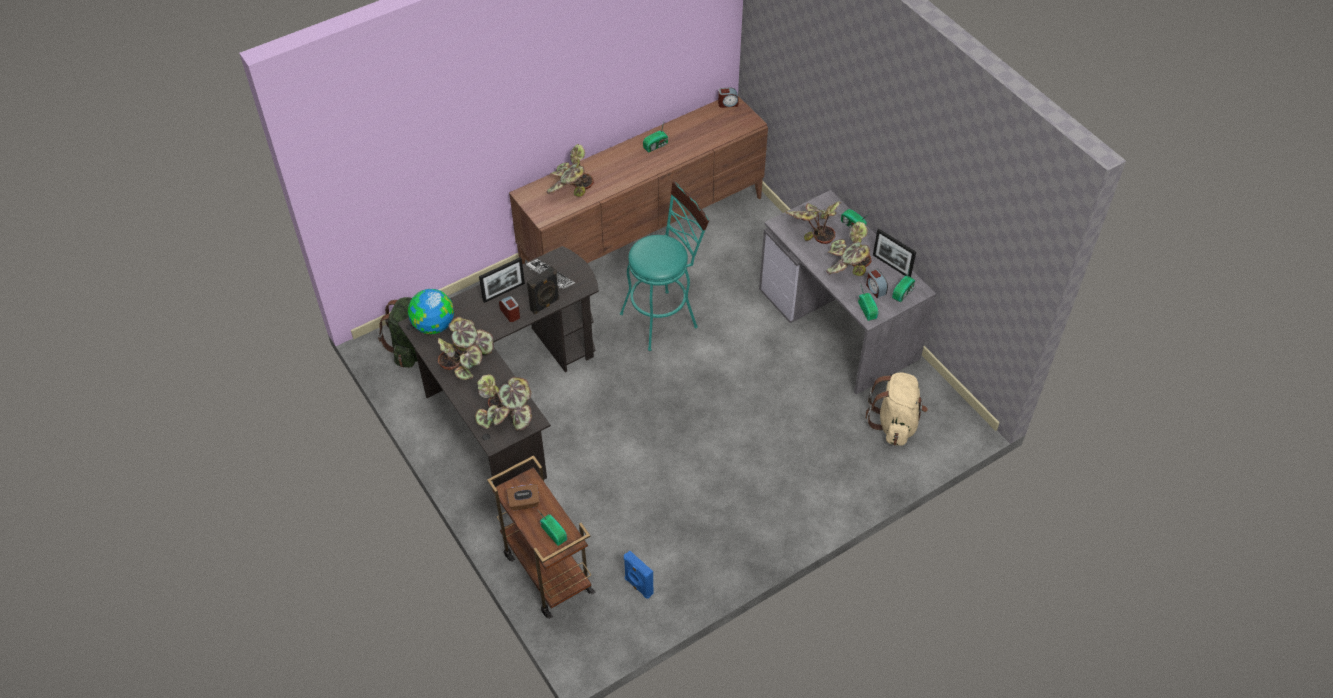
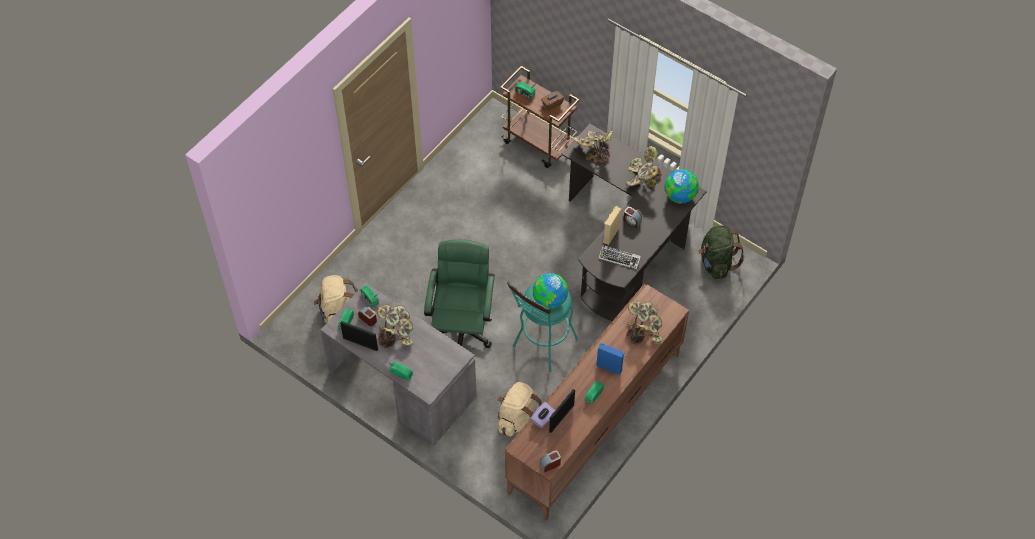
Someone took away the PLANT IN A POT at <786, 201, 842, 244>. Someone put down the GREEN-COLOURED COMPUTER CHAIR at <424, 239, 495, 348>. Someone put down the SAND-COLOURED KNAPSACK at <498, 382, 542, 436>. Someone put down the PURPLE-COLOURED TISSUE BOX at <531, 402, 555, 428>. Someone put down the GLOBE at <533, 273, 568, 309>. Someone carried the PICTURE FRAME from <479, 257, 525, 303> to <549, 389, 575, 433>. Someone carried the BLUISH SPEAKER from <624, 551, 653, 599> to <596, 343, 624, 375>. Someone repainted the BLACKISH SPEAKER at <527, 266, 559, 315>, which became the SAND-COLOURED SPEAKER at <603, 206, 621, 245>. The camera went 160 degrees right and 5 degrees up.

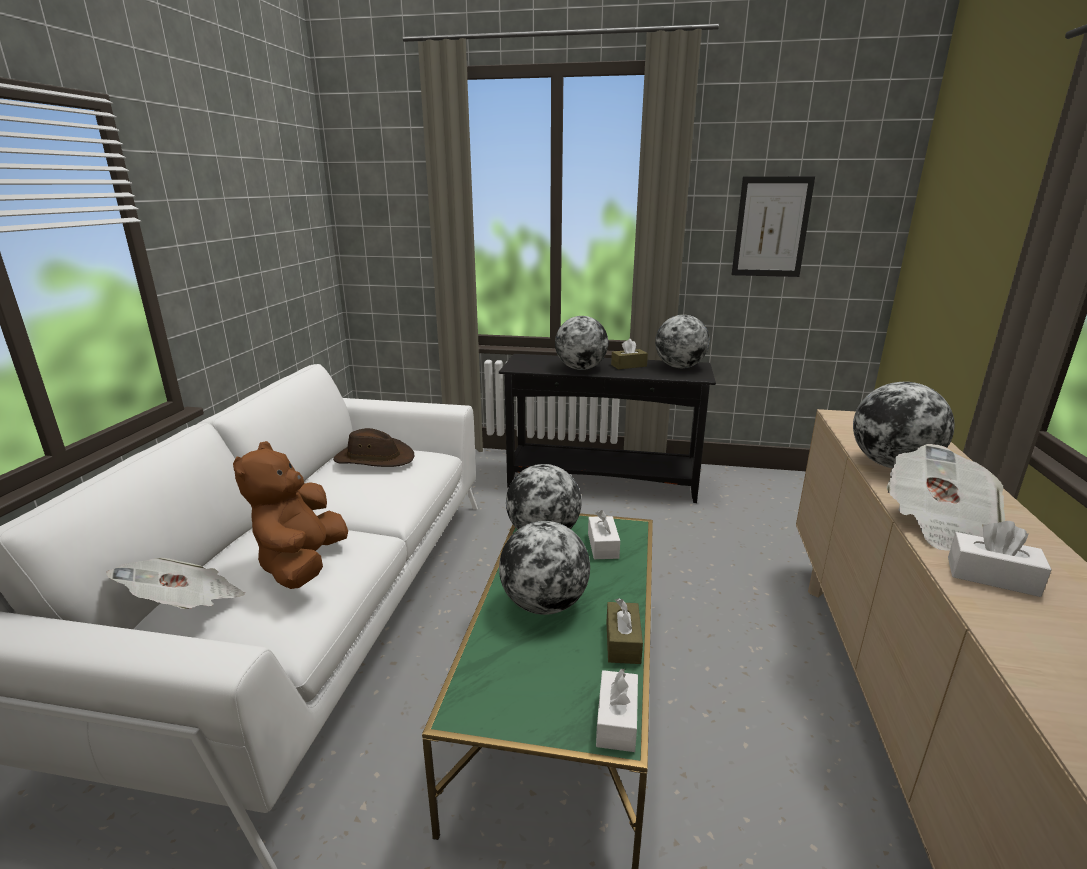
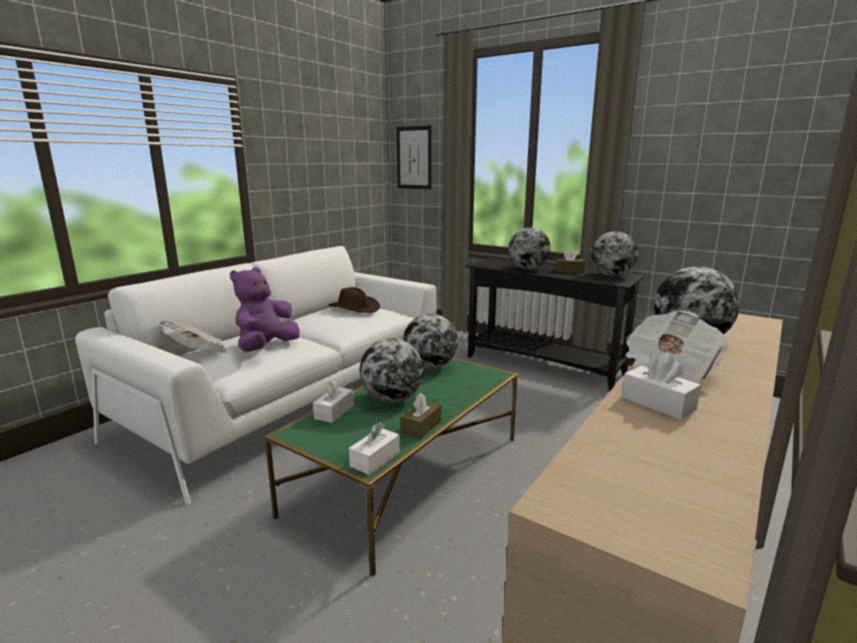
Someone carried the WHITE TISSUE BOX from <588, 510, 620, 559> to <313, 379, 354, 423>. Someone carried the WALL PICTURE from <732, 176, 815, 277> to <397, 125, 432, 189>. Someone repainted the BROWN PLUSH TOY at <233, 441, 348, 589>, which became the PURPLE-COLOURED PLUSH TOY at <230, 267, 300, 352>. The camera went 25 degrees right and 5 degrees down.

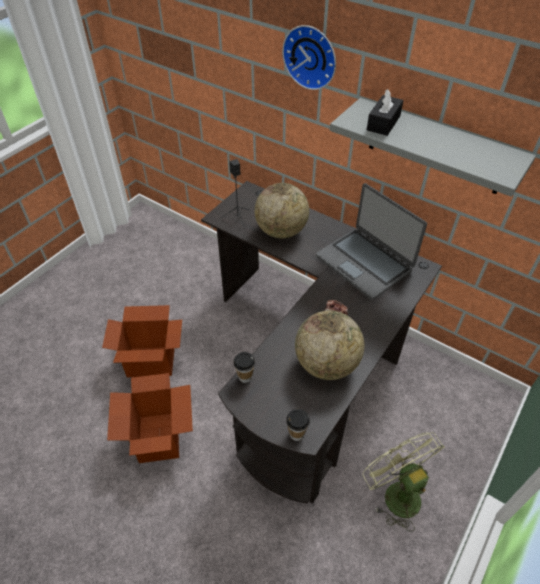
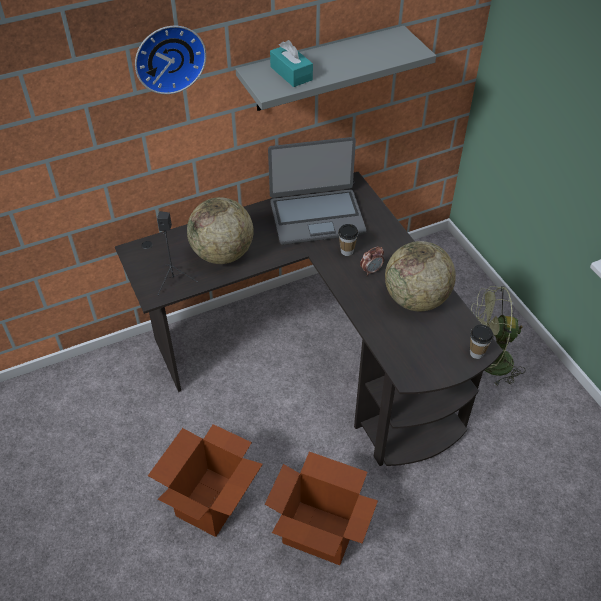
Someone carried the DRINKING CUP from <233, 352, 255, 383> to <338, 224, 359, 256>. Someone repainted the BLACKISH TISSUE BOX at <367, 89, 404, 136>, which became the BLUE-GREEN TISSUE BOX at <270, 40, 313, 87>. The camera went 60 degrees left and 0 degrees up.

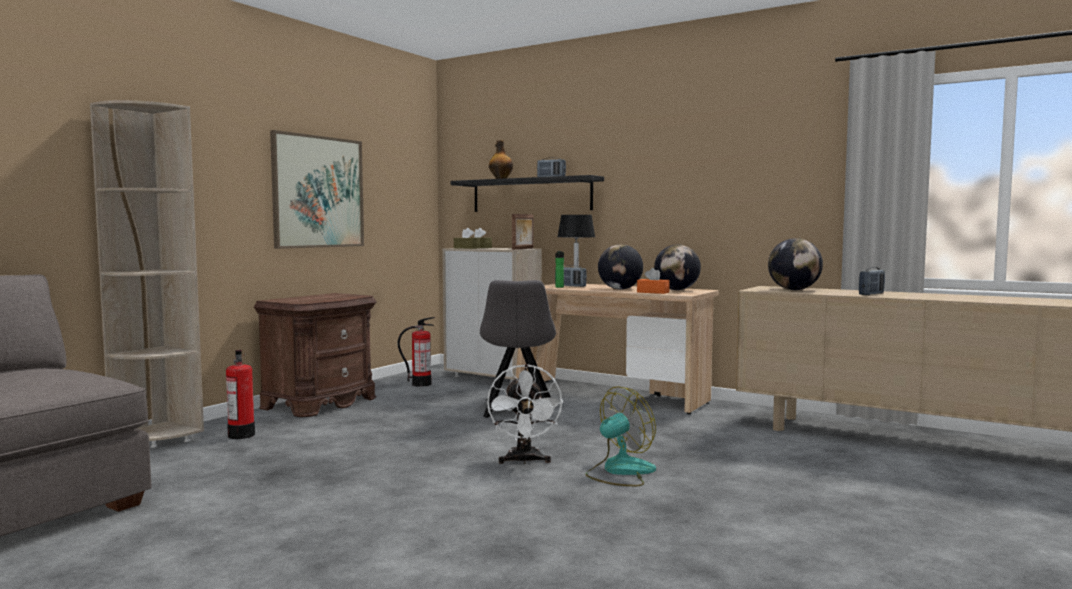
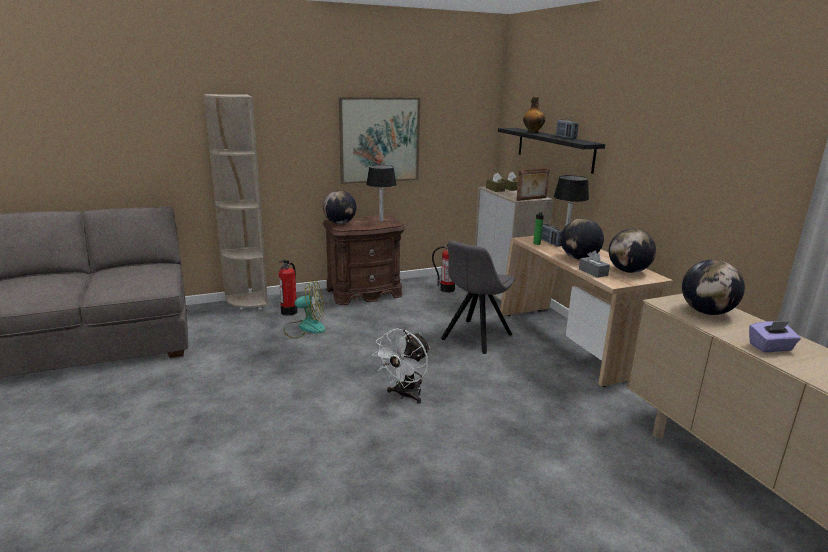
Someone put down the GLOBE at <323, 190, 357, 224>. Someone put down the BLACKISH LAMP FOR A TABLE at <366, 165, 397, 221>. Someone carried the FAN from <586, 386, 656, 486> to <284, 280, 325, 339>. Someone swapped the RADIO RECEIVER at <859, 267, 885, 295> for the PURPLE-COLOURED TISSUE BOX at <749, 321, 801, 352>. Someone repainted the ORANGE-COLOURED TISSUE BOX at <637, 268, 670, 294>, which became the GREY TISSUE BOX at <579, 251, 610, 278>. The camera went 35 degrees right and 15 degrees up.

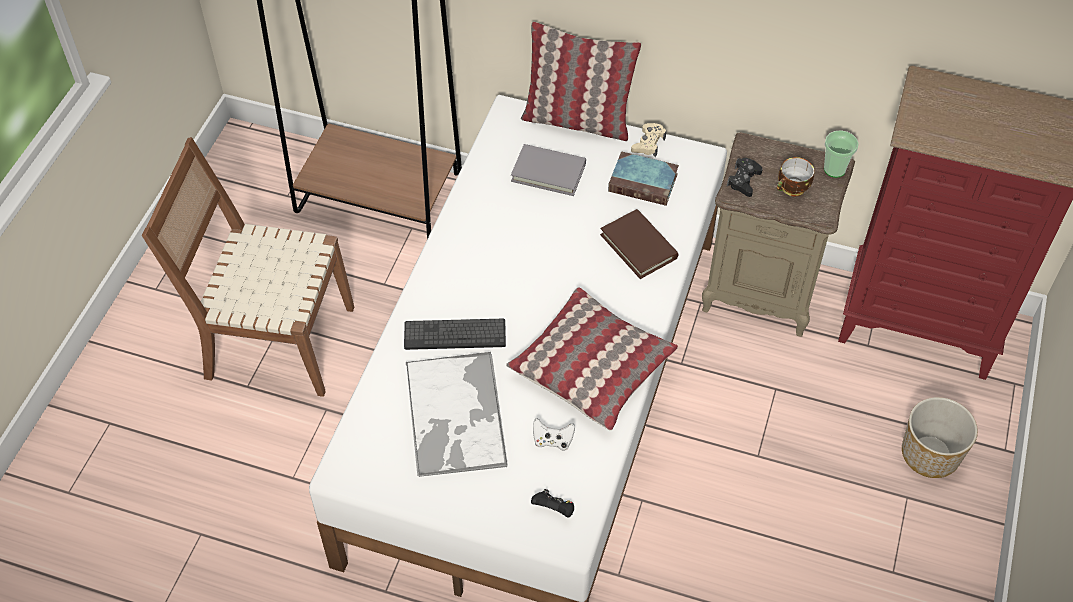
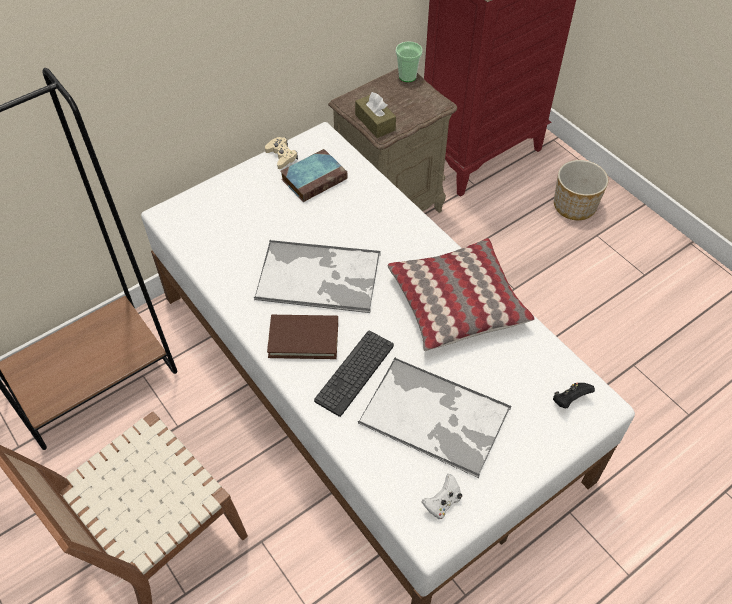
Someone took away the GREY VOLUME at <511, 144, 586, 196>. Someone took away the CUSHION at <521, 22, 641, 141>. Someone took away the DRINKING CUP at <777, 157, 814, 196>. Someone put down the SERVING TRAY at <254, 240, 381, 313>. Someone carried the WHITE GAME CONTROLLER from <533, 418, 575, 451> to <422, 474, 462, 519>. Someone carried the BROWN VOLUME from <600, 209, 679, 279> to <267, 315, 338, 359>. Someone swapped the BLACKISH GAME CONTROLLER at <727, 158, 763, 197> for the BROWN TISSUE BOX at <355, 92, 396, 138>. The camera went 55 degrees left and 0 degrees up.

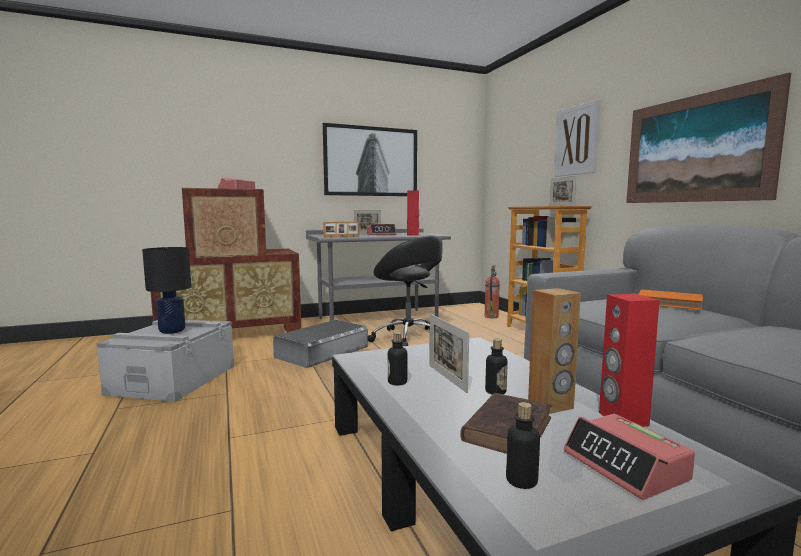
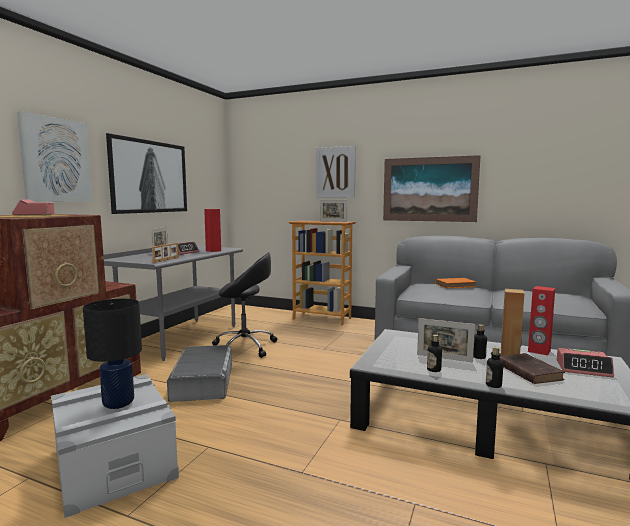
Someone took away the FIRE EXTINGUISHER at <485, 265, 500, 318>. Someone put up the WALL PICTURE at <17, 111, 93, 202>. Someone carried the BOTTLE from <506, 402, 540, 489> to <486, 347, 503, 388>. The camera went 45 degrees left and 0 degrees up.

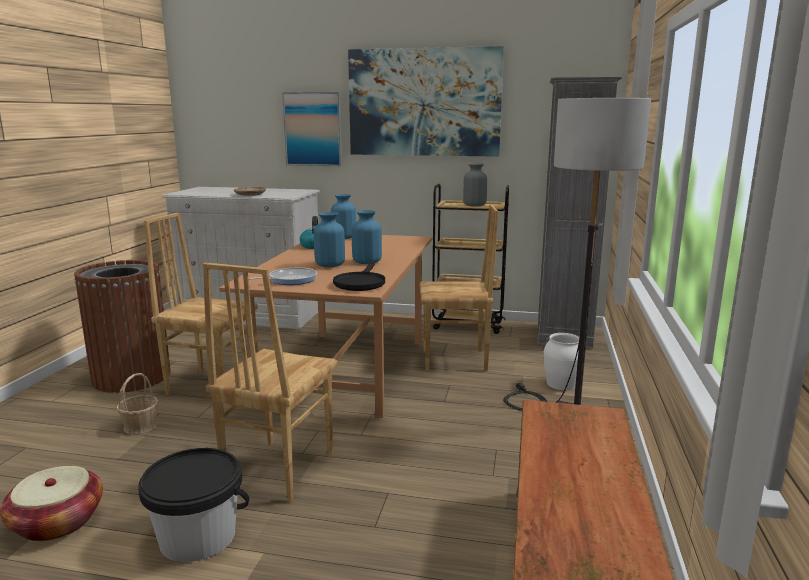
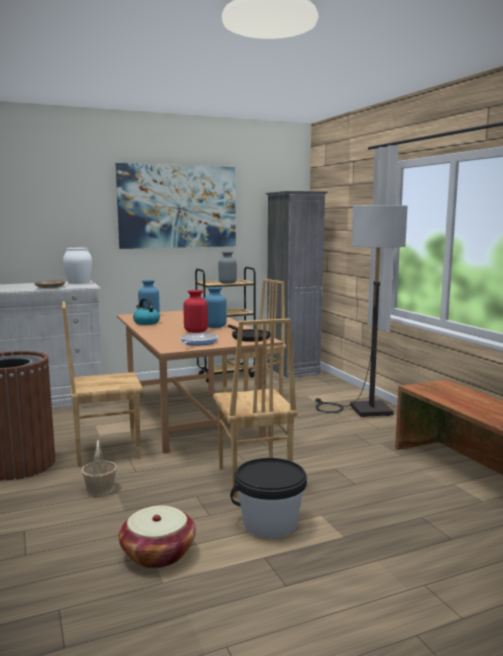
Someone took away the WALL PICTURE at <282, 92, 342, 166>. Someone carried the WHITE FLOWER VASE from <543, 333, 580, 390> to <63, 248, 92, 284>. Someone repainted the BLUISH FLOWER VASE at <314, 212, 345, 267>, which became the REDDISH FLOWER VASE at <183, 290, 208, 333>. The camera went 35 degrees left and 5 degrees down.

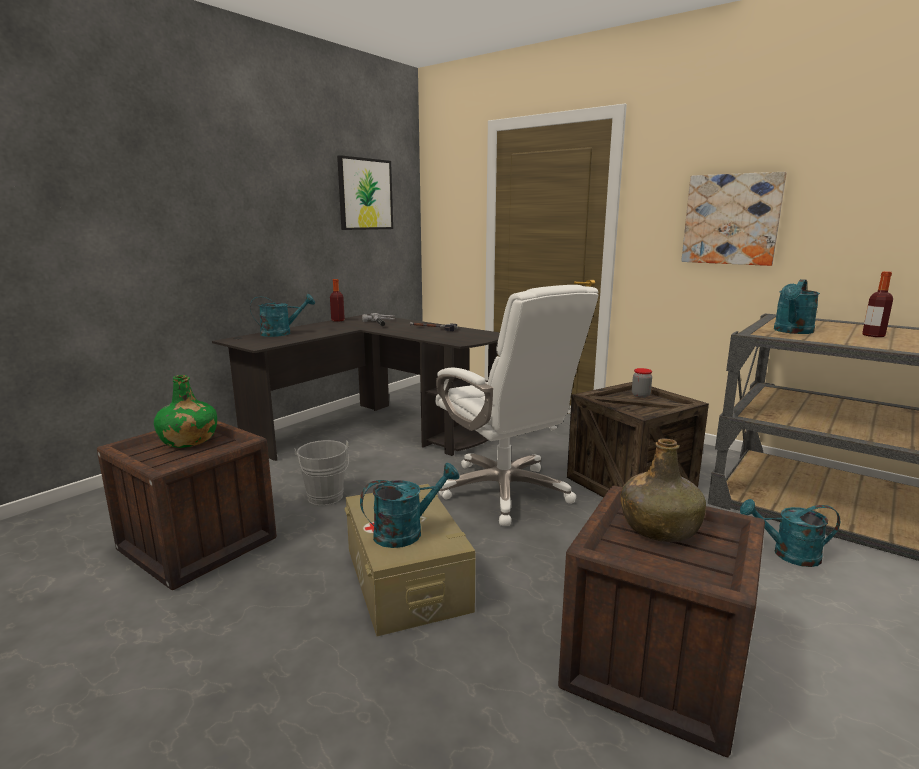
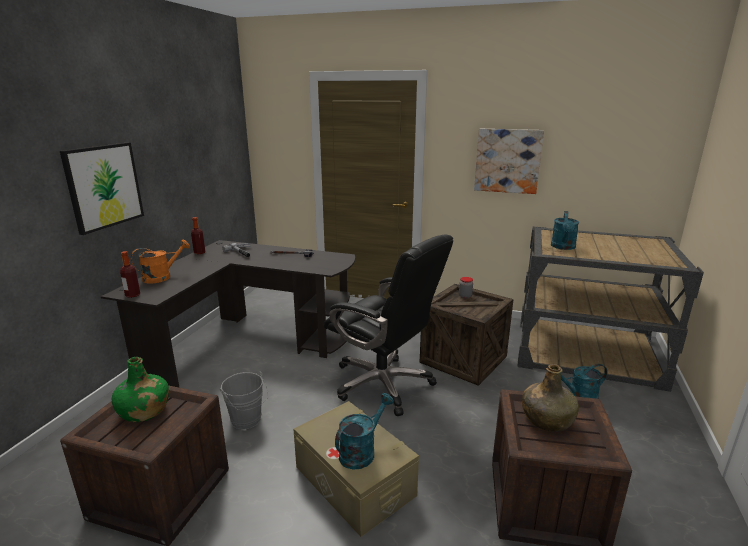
Someone carried the WALL PICTURE from <337, 155, 393, 230> to <60, 143, 144, 235>. Someone carried the BOTTLE from <862, 271, 893, 337> to <120, 251, 140, 298>. Someone repainted the BLUE-GREEN SPRINKLING CAN at <250, 294, 315, 337>, which became the ORANGE-COLOURED SPRINKLING CAN at <131, 240, 190, 284>. Someone repainted the WHITE COMPUTER CHAIR at <435, 285, 598, 526>, which became the BLACKISH COMPUTER CHAIR at <324, 235, 453, 416>. The camera went 20 degrees left and 5 degrees up.

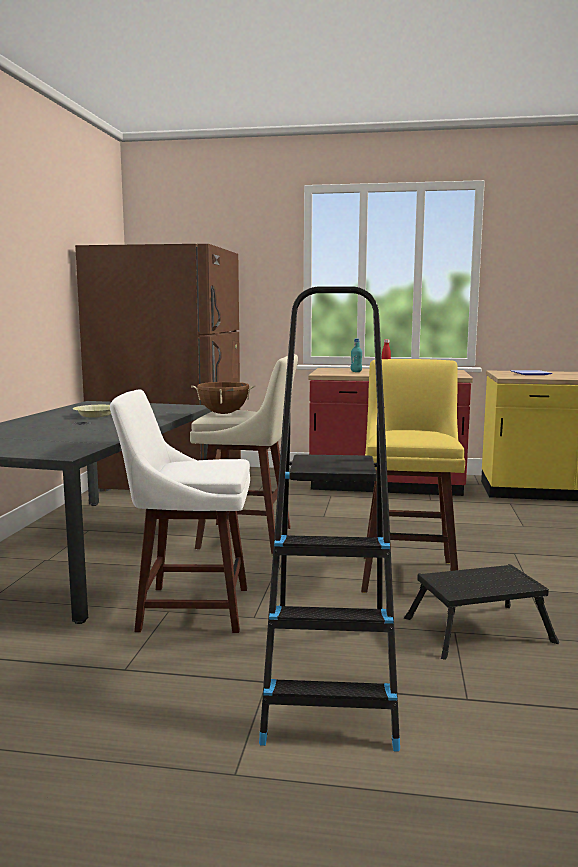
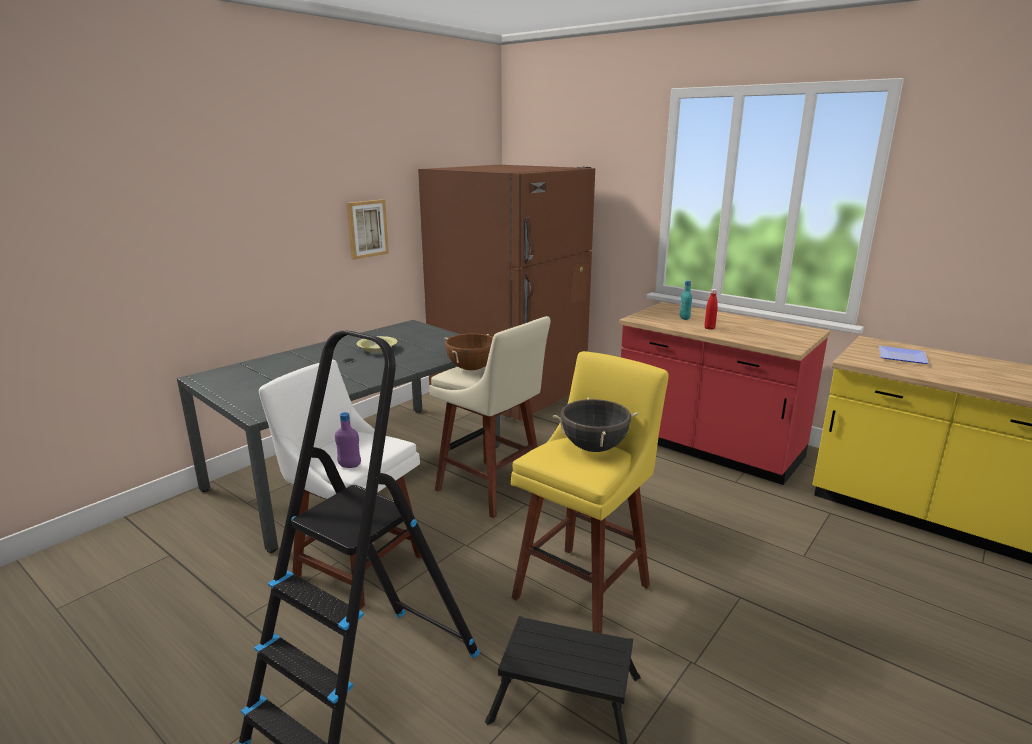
Someone put down the PURPLE-COLOURED BOTTLE at <335, 412, 361, 468>. Someone put up the WALL PICTURE at <346, 199, 389, 260>. Someone put down the BLACKISH SAUCEPOT at <552, 397, 639, 452>. The camera went 30 degrees right and 10 degrees up.

